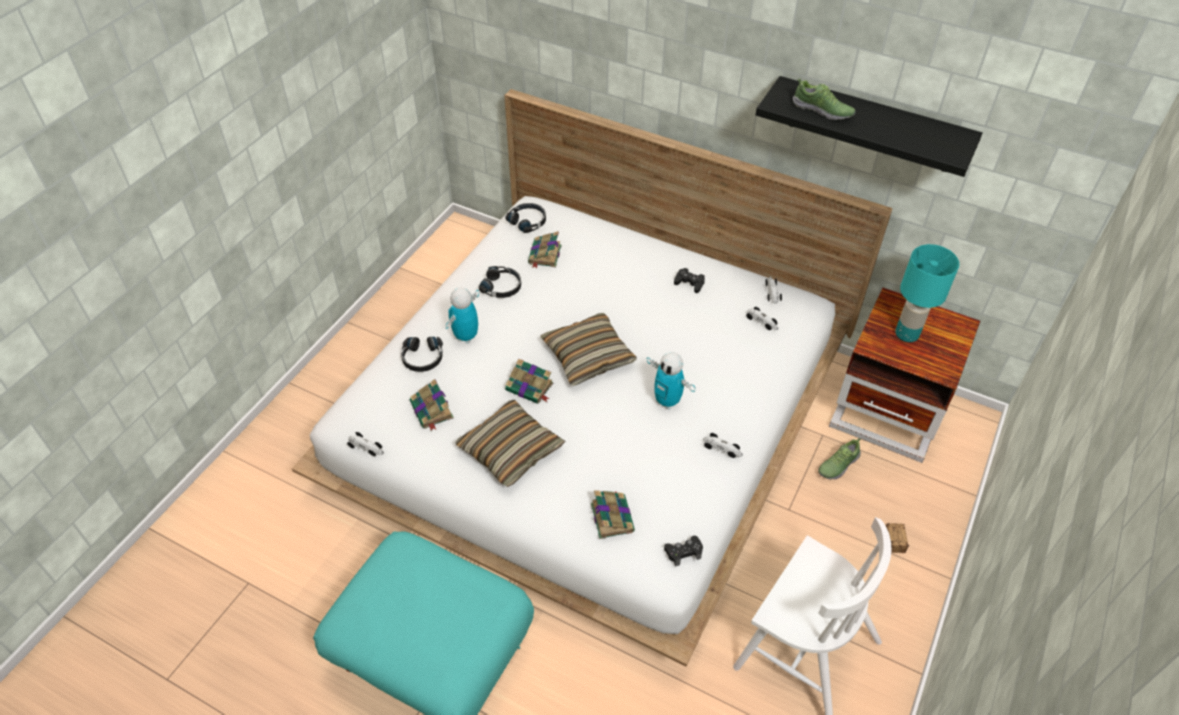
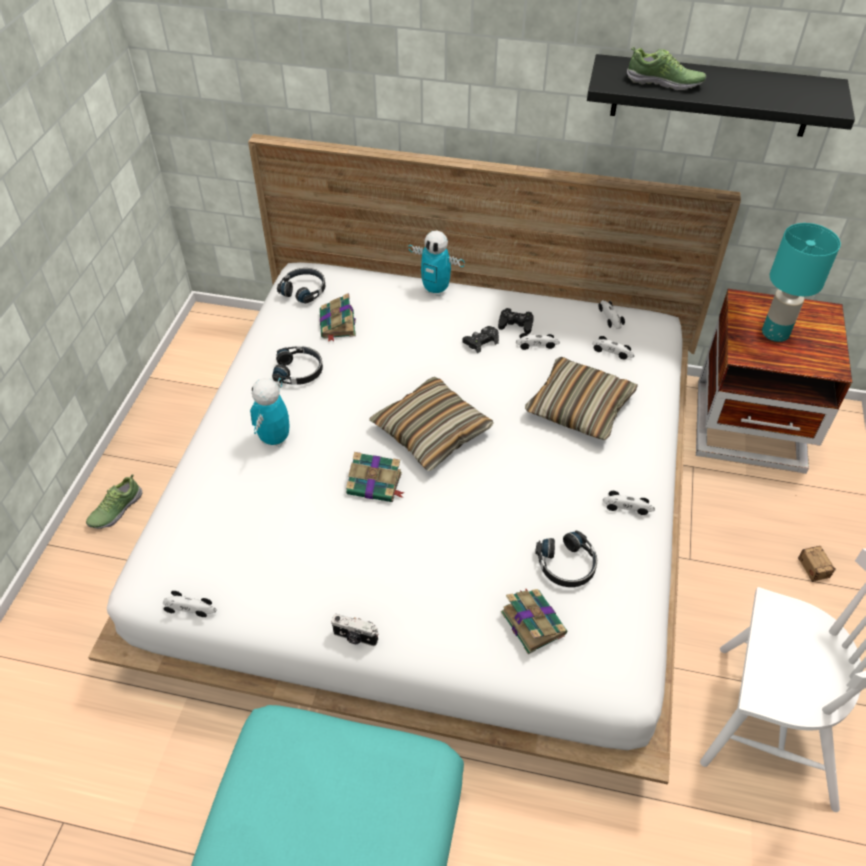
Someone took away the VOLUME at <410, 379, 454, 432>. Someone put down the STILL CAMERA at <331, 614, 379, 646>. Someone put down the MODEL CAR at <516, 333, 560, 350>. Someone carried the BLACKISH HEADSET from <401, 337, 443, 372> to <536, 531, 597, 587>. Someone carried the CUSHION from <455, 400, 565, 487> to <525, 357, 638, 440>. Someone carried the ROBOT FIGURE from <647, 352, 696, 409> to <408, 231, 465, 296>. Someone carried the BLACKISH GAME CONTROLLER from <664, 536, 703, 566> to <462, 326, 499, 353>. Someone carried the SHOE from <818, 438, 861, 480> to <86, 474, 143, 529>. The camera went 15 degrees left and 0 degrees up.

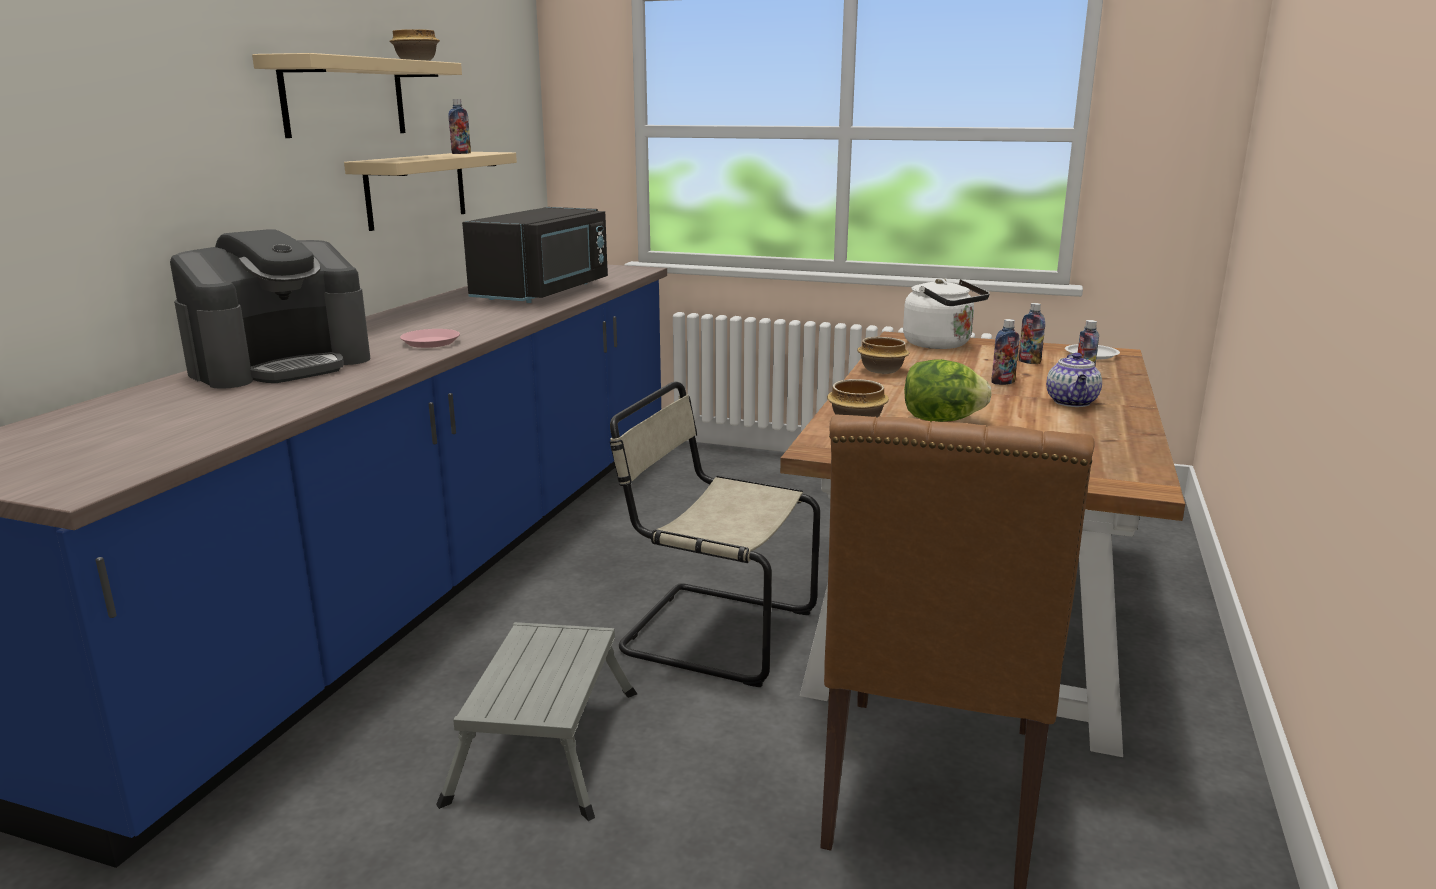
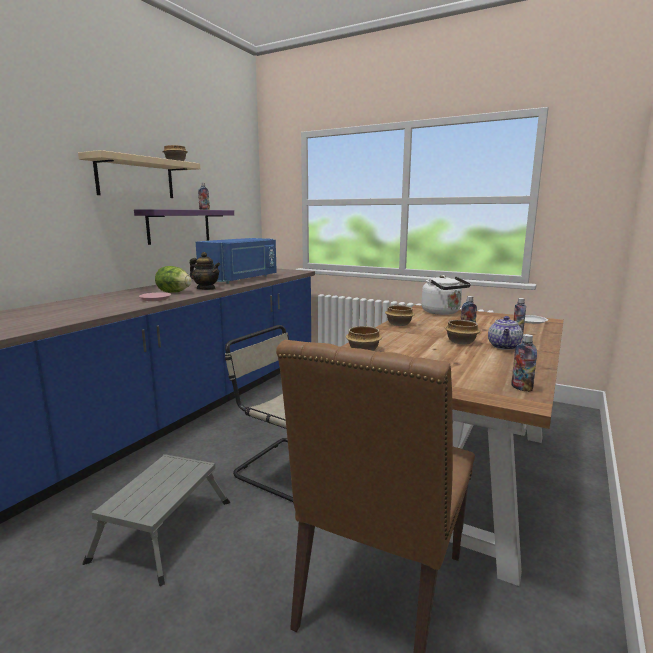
Someone took away the COFFEE MAKER at <170, 230, 371, 389>. Someone put down the POT FOR TEA at <190, 252, 220, 290>. Someone put down the DEEP DISH at <445, 320, 480, 344>. Someone carried the HEAD OF LETTUCE from <904, 359, 992, 422> to <155, 266, 192, 293>. Someone carried the BOTTLE from <1018, 303, 1045, 364> to <511, 334, 537, 392>. Someone repainted the SAND-COLOURED BRACKET SHELF at <344, 152, 517, 231>, which became the PURPLE-COLOURED BRACKET SHELF at <134, 209, 234, 245>. Someone repainted the BLACKISH KITCHEN MICROWAVE at <462, 207, 608, 303>, which became the BLUISH KITCHEN MICROWAVE at <196, 238, 277, 284>. The camera went 10 degrees right and 5 degrees down.

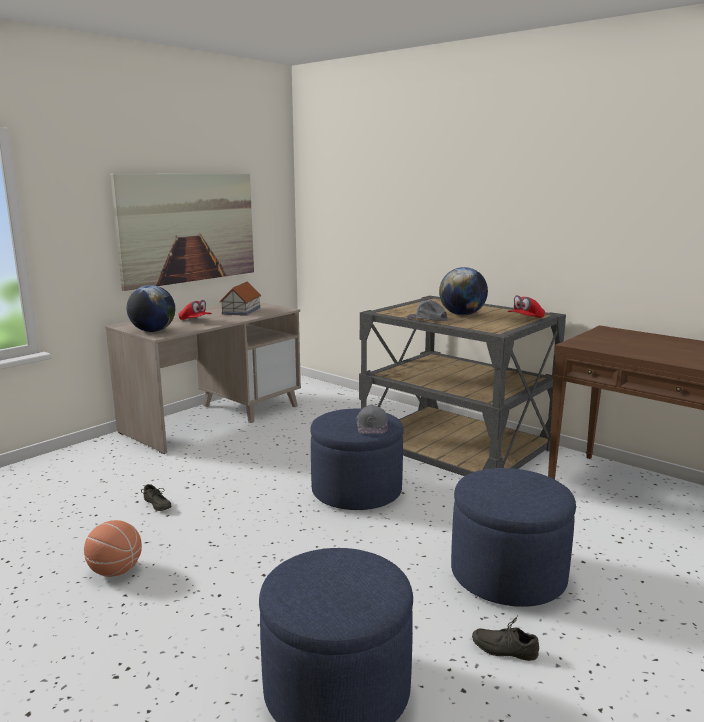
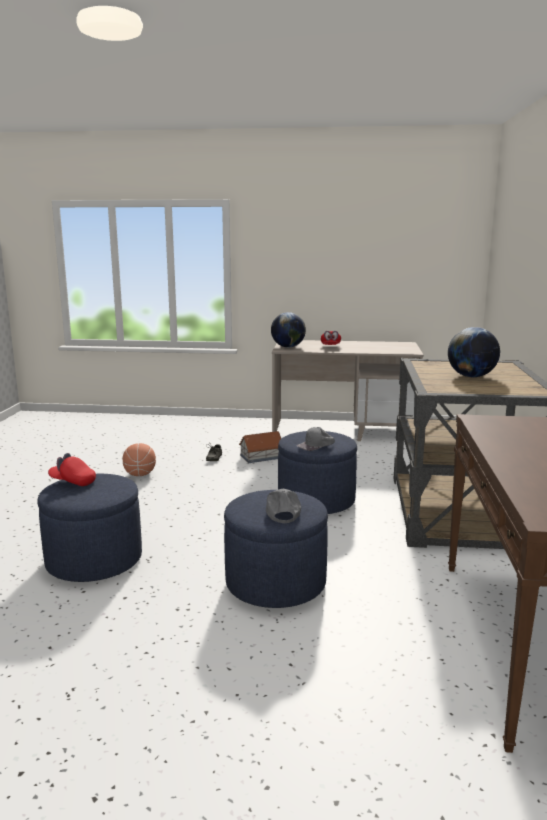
Someone took away the WALL PICTURE at <110, 174, 254, 291>. Someone took away the GREY SHOE at <472, 616, 539, 661>. Someone carried the MINIATURE HOUSE from <220, 282, 261, 316> to <239, 431, 281, 463>. Someone carried the GREY CAP from <407, 300, 448, 321> to <266, 489, 301, 523>. Someone carried the REDDISH CAP from <508, 295, 545, 318> to <48, 453, 96, 486>. The camera went 55 degrees right and 0 degrees up.

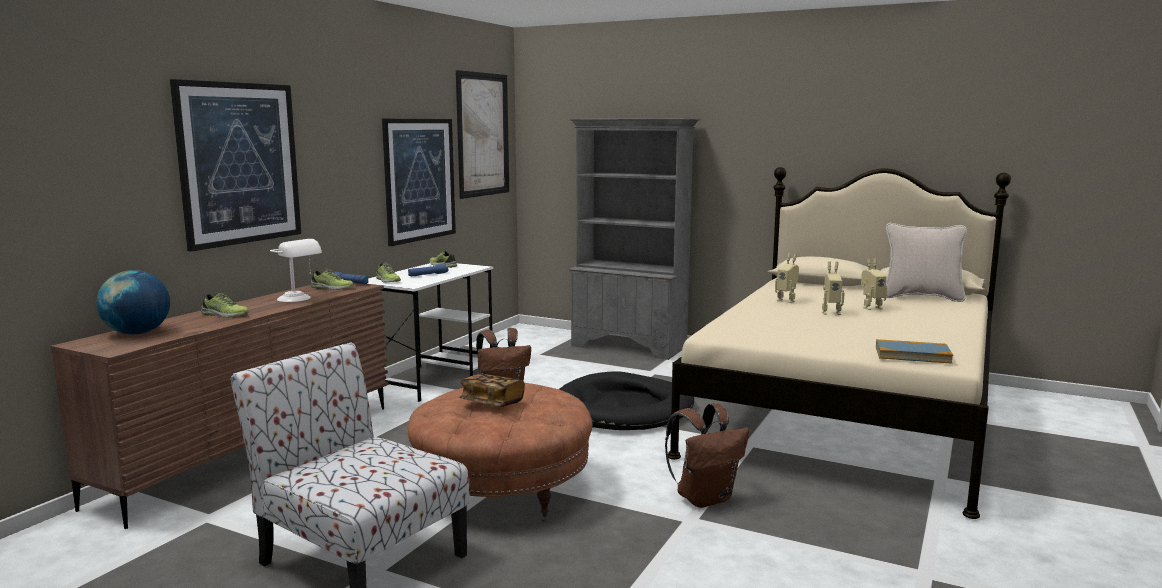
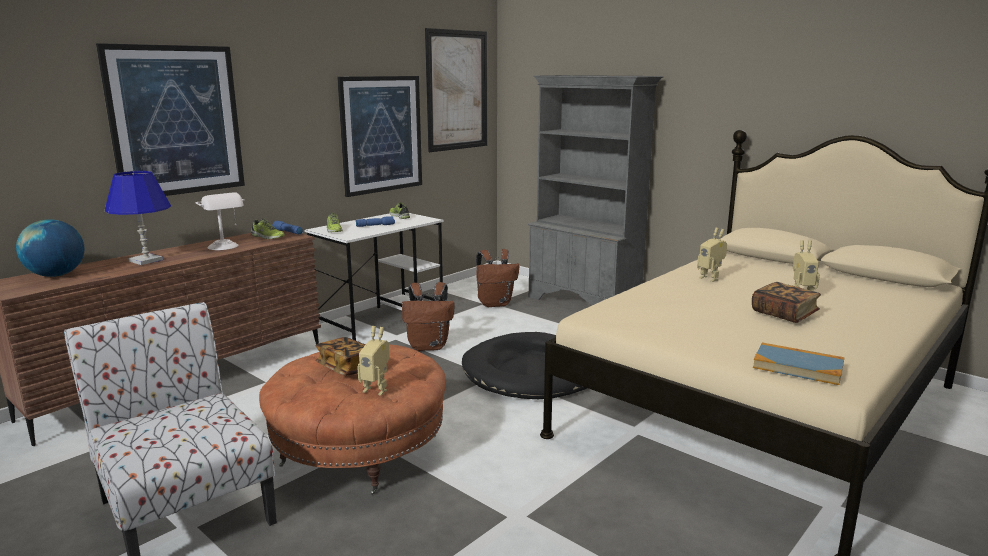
Someone took away the SAND-COLOURED CUSHION at <886, 223, 967, 302>. Someone put down the VOLUME at <752, 282, 821, 323>. Someone carried the BROWN KNAPSACK from <665, 403, 749, 508> to <476, 249, 519, 307>. Someone carried the ROBOT FIGURE from <822, 261, 845, 315> to <357, 326, 390, 396>. Someone swapped the SHOE at <201, 292, 249, 318> for the BLUISH LAMP FOR A TABLE at <105, 171, 171, 265>. The camera went 15 degrees right and 5 degrees up.

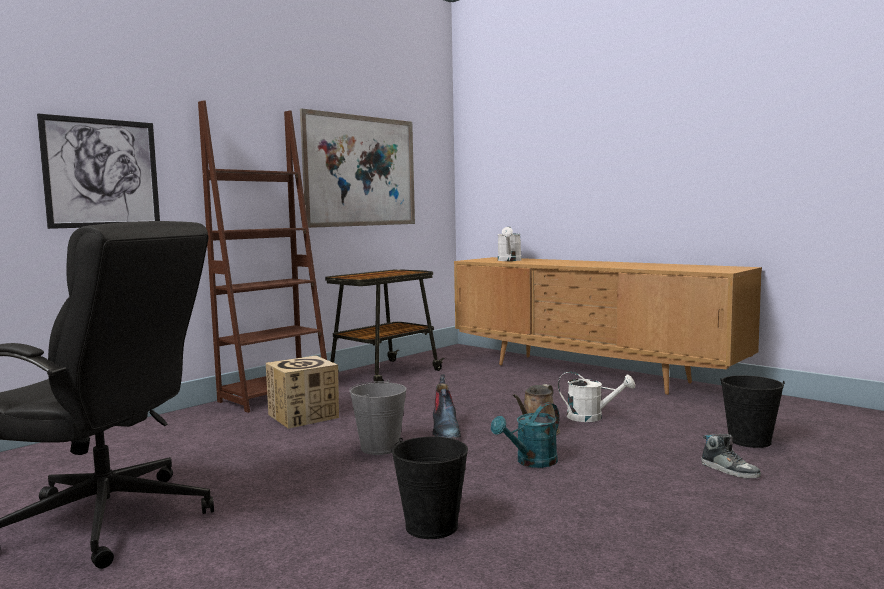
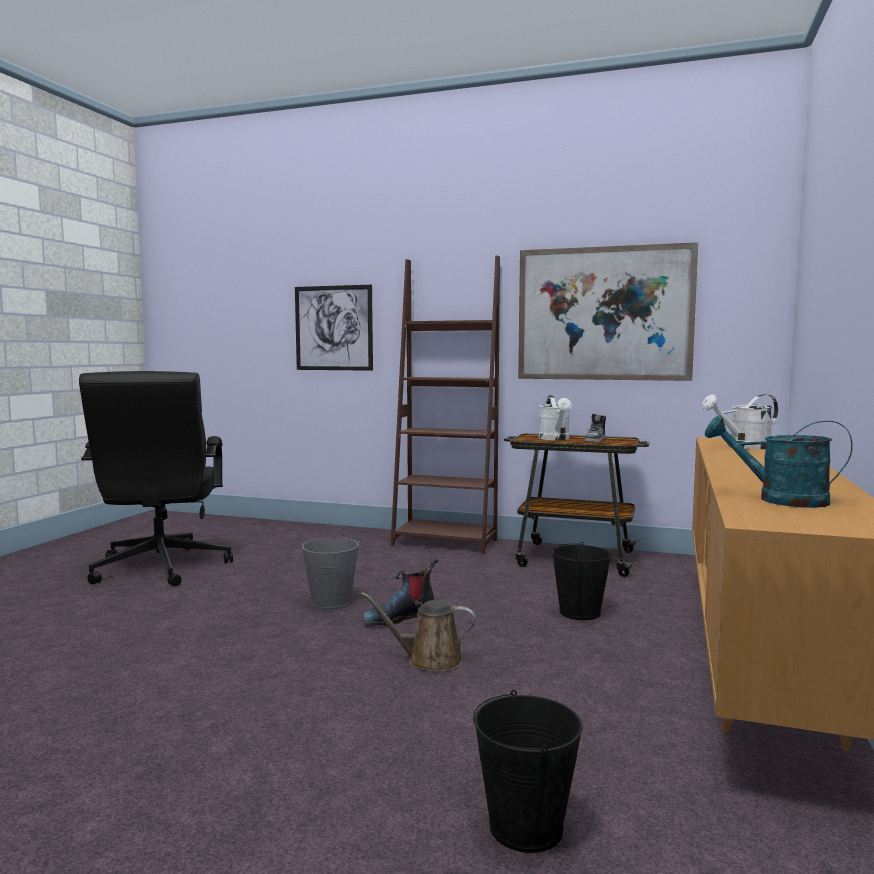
Someone took away the CARDBOARD BOX at <266, 356, 339, 429>. Someone carried the BLACKISH WATER BUCKET from <391, 437, 468, 539> to <551, 542, 611, 620>. Someone carried the BLUE-GREEN SPRINKLING CAN from <491, 403, 559, 468> to <705, 415, 853, 508>. Someone carried the WHITE SPRINKLING CAN from <558, 372, 635, 422> to <539, 395, 572, 440>. Someone carried the SHOE from <701, 434, 761, 479> to <585, 414, 606, 442>. The camera went 65 degrees right and 0 degrees up.

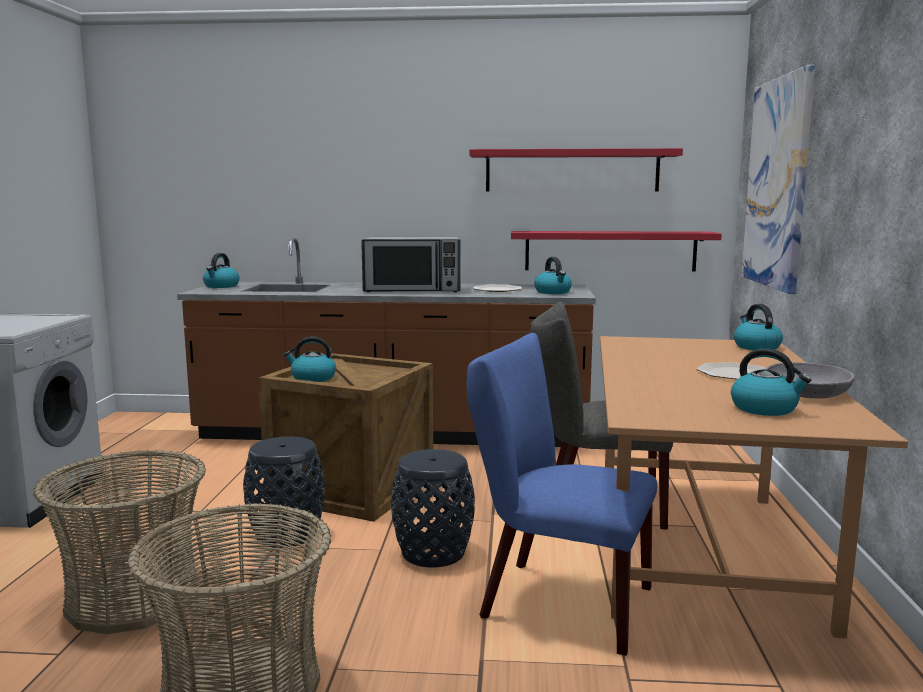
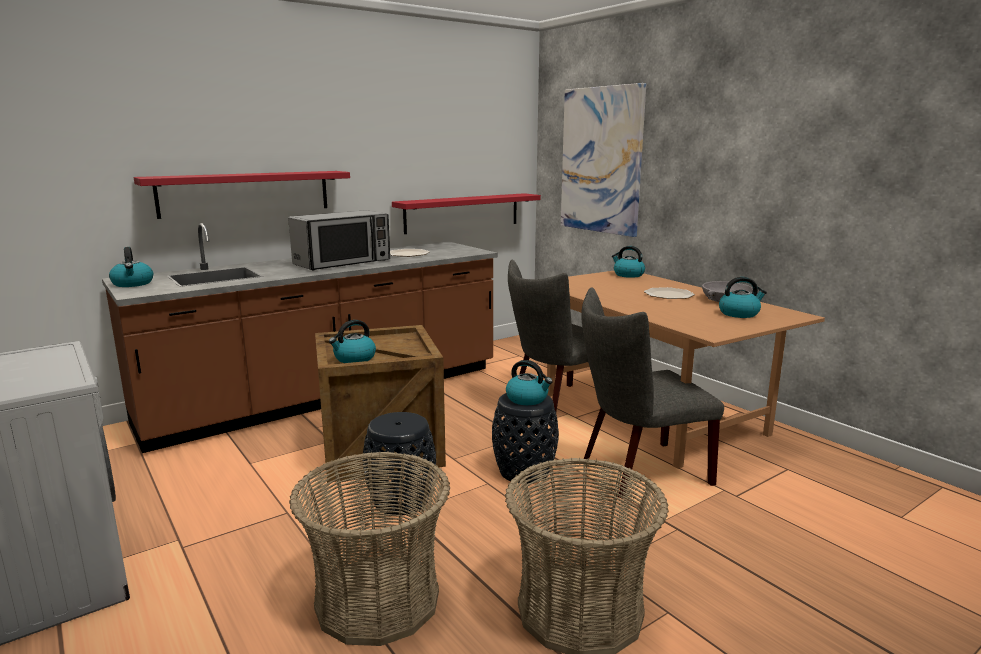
Someone carried the REDDISH BRACKET SHELF from <469, 148, 683, 192> to <134, 171, 350, 219>. Someone carried the WATER KETTLE from <534, 257, 572, 294> to <506, 360, 553, 405>. Someone repainted the BLUISH UPRIGHT CHAIR at <466, 333, 657, 656>, which became the GREY UPRIGHT CHAIR at <581, 287, 724, 498>. The camera went 40 degrees left and 5 degrees up.

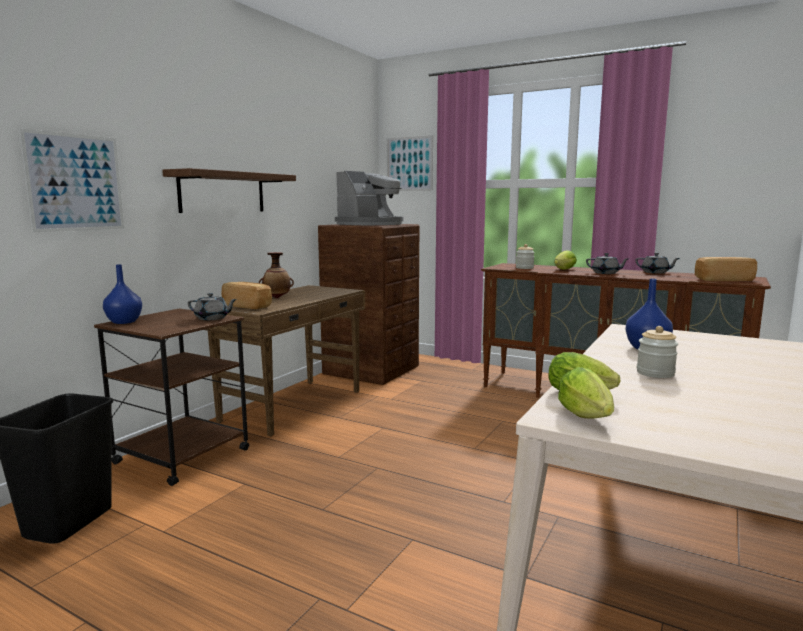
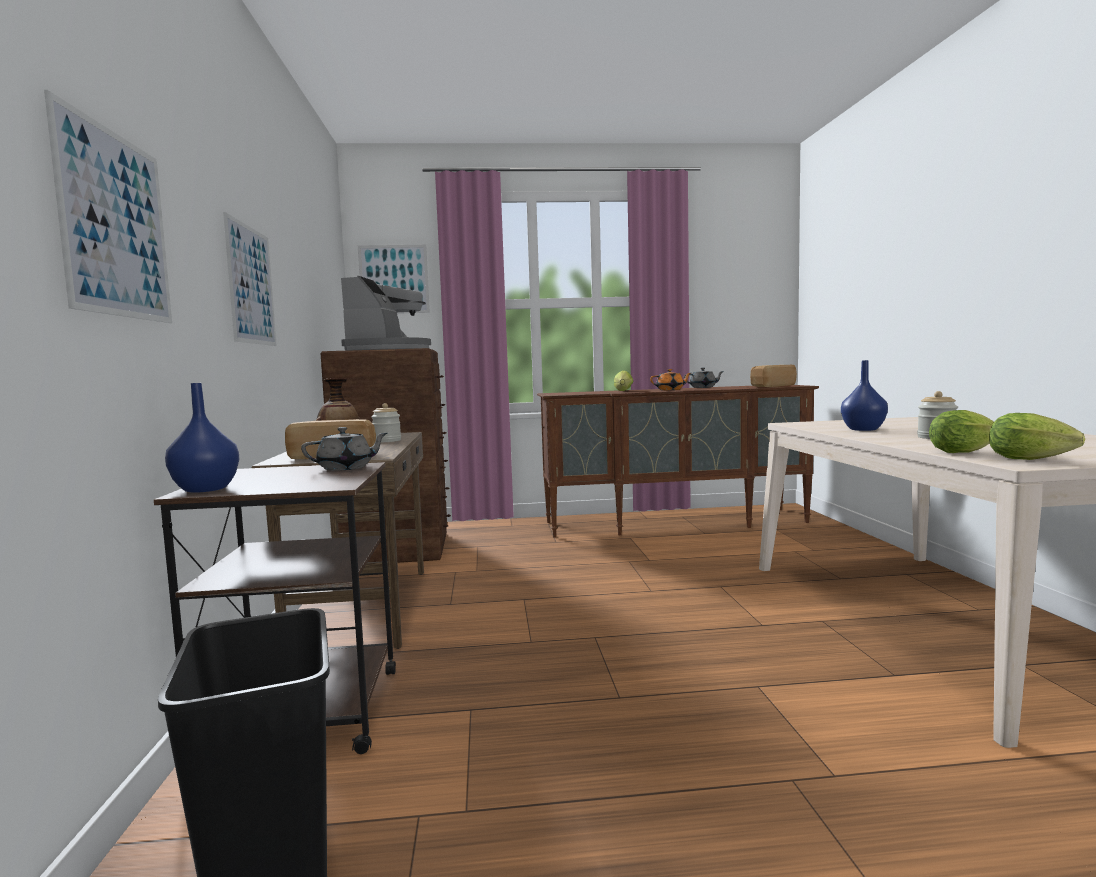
Someone carried the JAR from <516, 244, 535, 269> to <371, 403, 401, 442>. Someone swapped the BRACKET SHELF at <162, 168, 296, 213> for the WALL PICTURE at <223, 212, 277, 346>. Someone repainted the GREY POT FOR TEA at <586, 253, 630, 274>, which became the ORANGE-COLOURED POT FOR TEA at <650, 369, 691, 390>. The camera went 35 degrees left and 5 degrees down.

